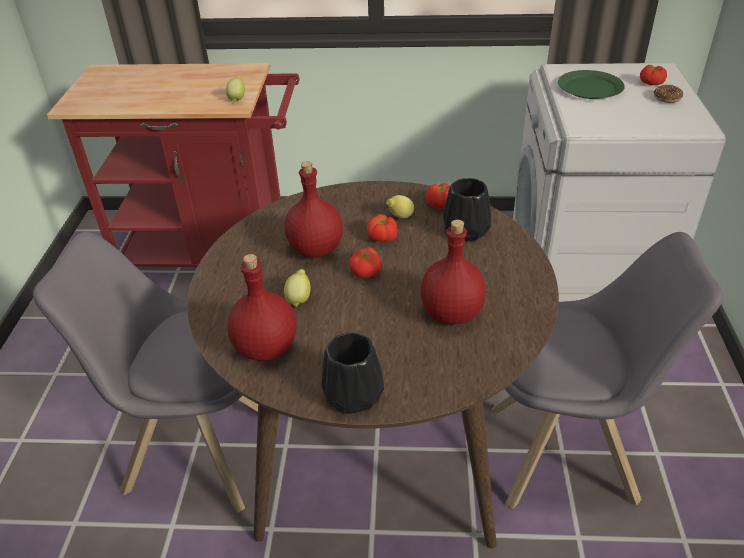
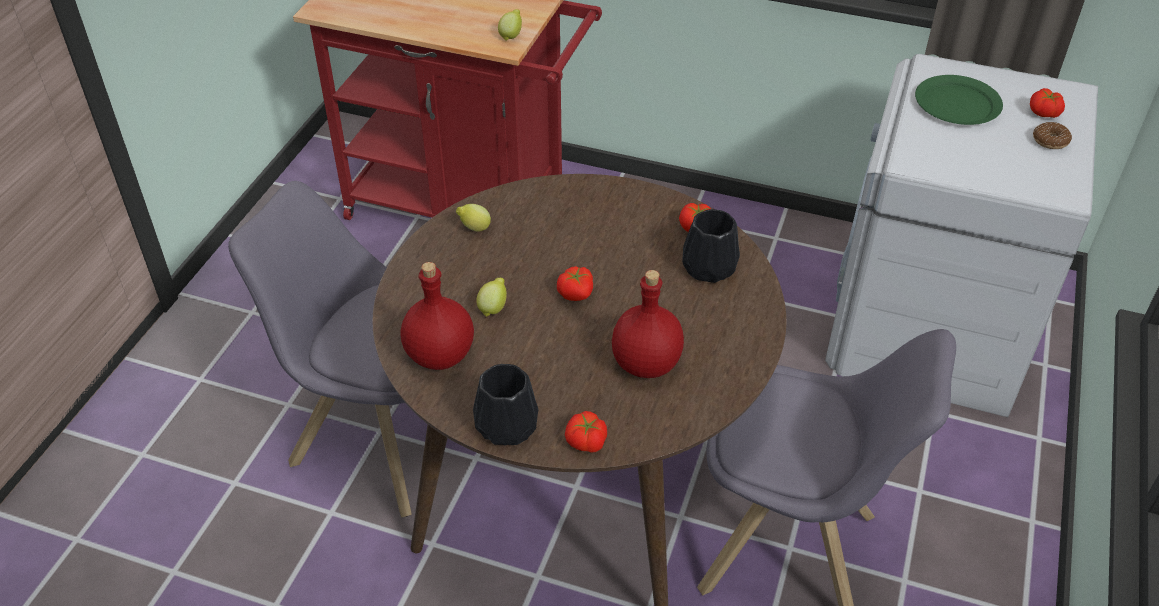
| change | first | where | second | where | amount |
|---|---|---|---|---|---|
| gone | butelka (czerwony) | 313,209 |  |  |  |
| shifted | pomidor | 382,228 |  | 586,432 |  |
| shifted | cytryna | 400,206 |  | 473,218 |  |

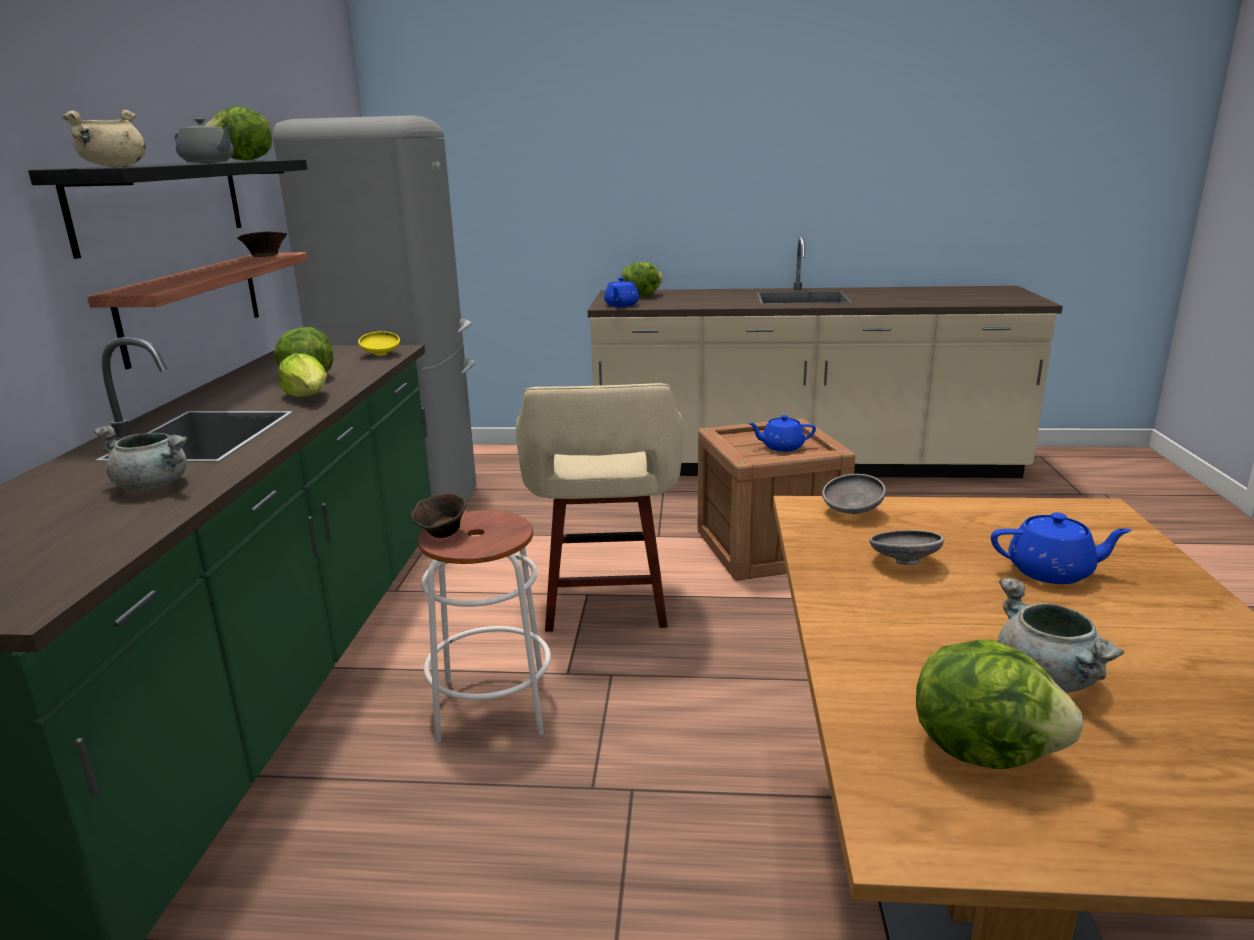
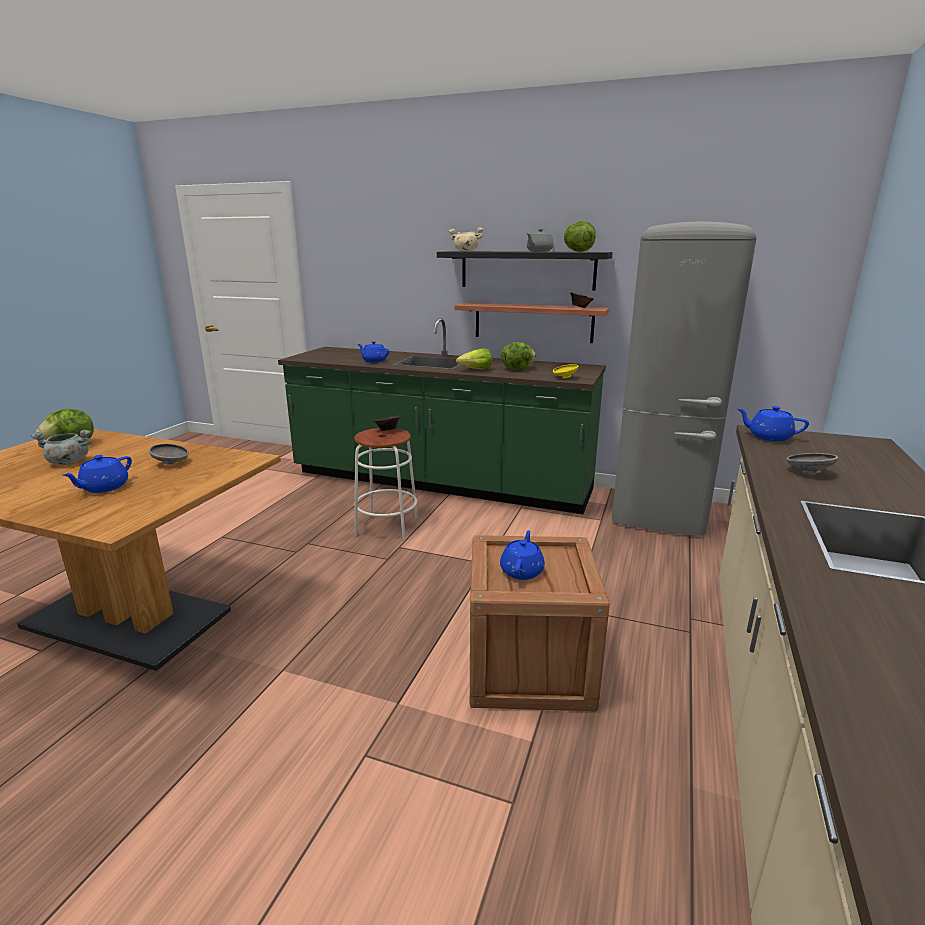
| change | first | where | second | where | amount |
|---|---|---|---|---|---|
| gone | stołek (beżowy) | 599,507 |  |  |  |
| gone | sałata | 642,279 |  |  |  |
| shifted | miska (szary) | 854,494 |  | 812,463 |  |
| swapped | garnek (szary) | 141,458 | imbryk (niebieski) | 373,351 |  |

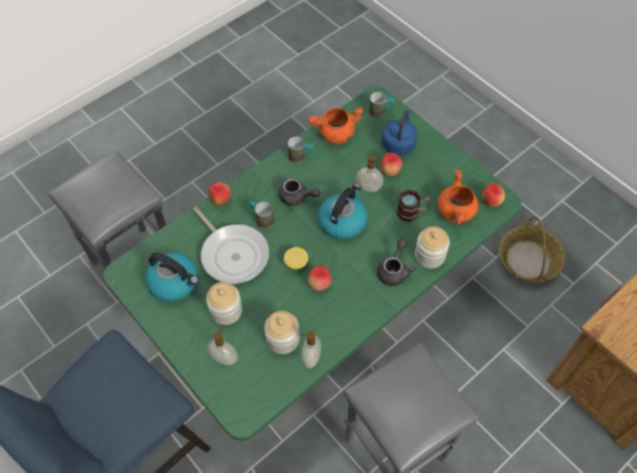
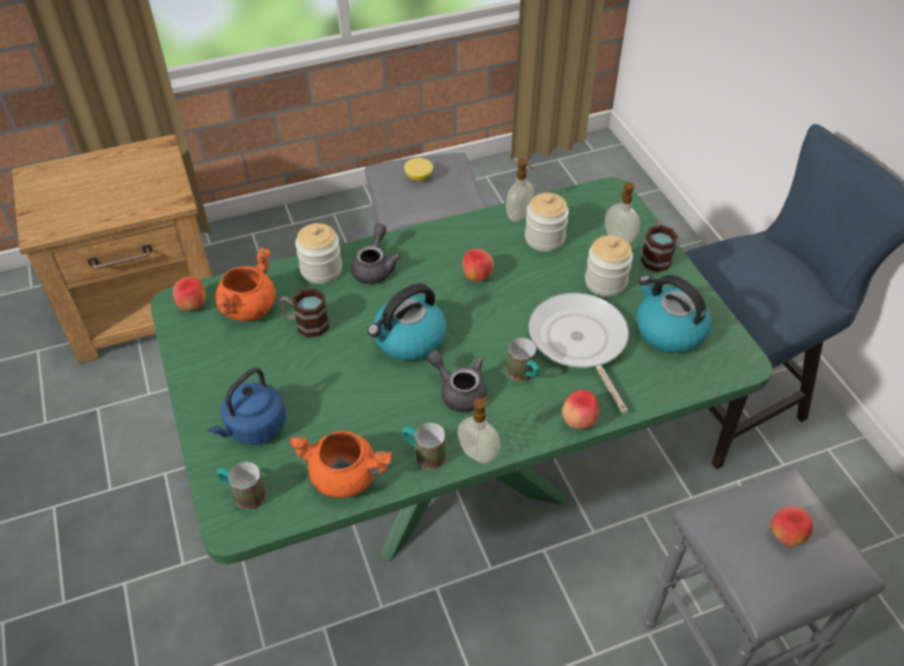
| change | first | where | second | where | amount |
|---|---|---|---|---|---|
| gone | koszyk | 532,249 |  |  |  |
| new |  |  | kubek | 659,246 |  |
| shifted | cytryna | 296,258 |  | 418,169 |  |
| shifted | dozownik mydła | 369,173 |  | 478,429 |  |
| shifted | jabłko | 391,164 |  | 791,526 |  |
| rotated | imbryk (szary) | 396,262 |  | 376,254 | 150 degrees clockwise |

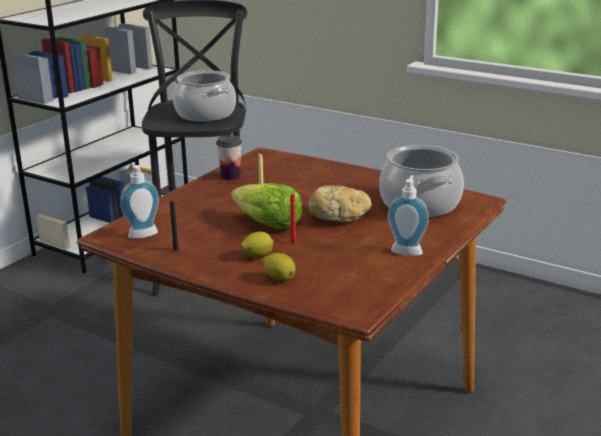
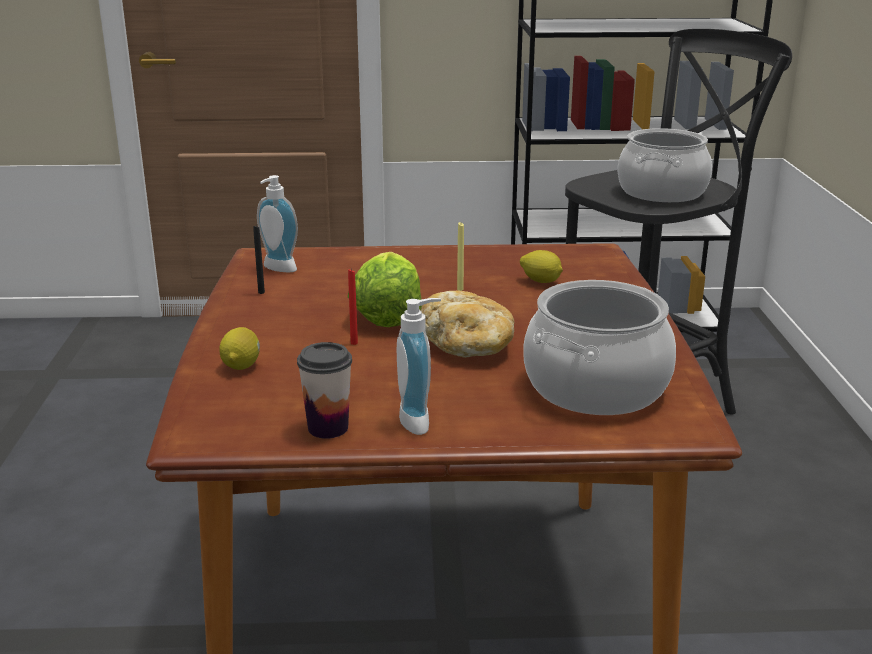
| change | first | where | second | where | amount |
|---|---|---|---|---|---|
| shifted | filiżanka | 229,157 |  | 324,390 |  |
| shifted | cytryna | 257,244 |  | 541,266 |  |

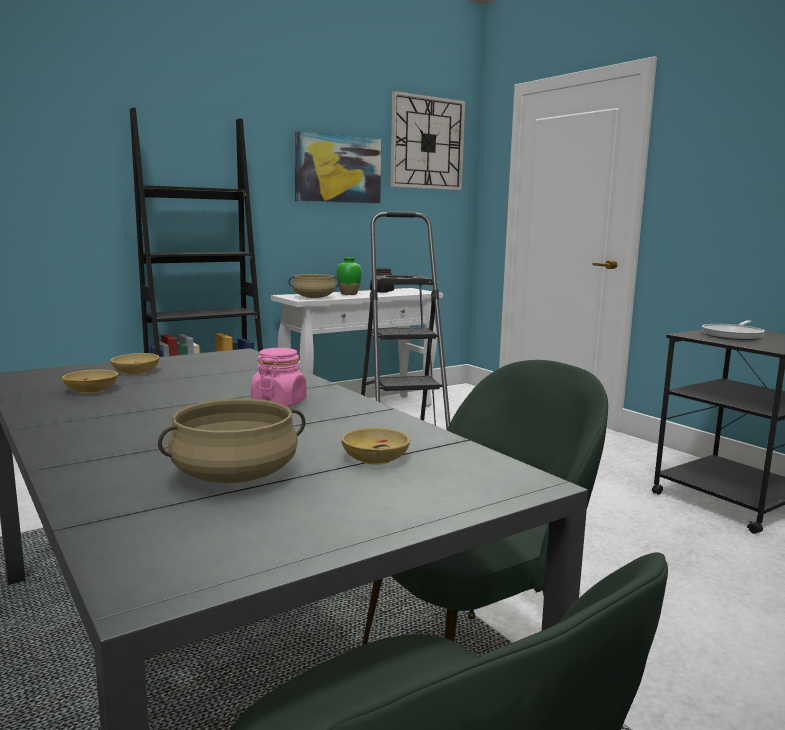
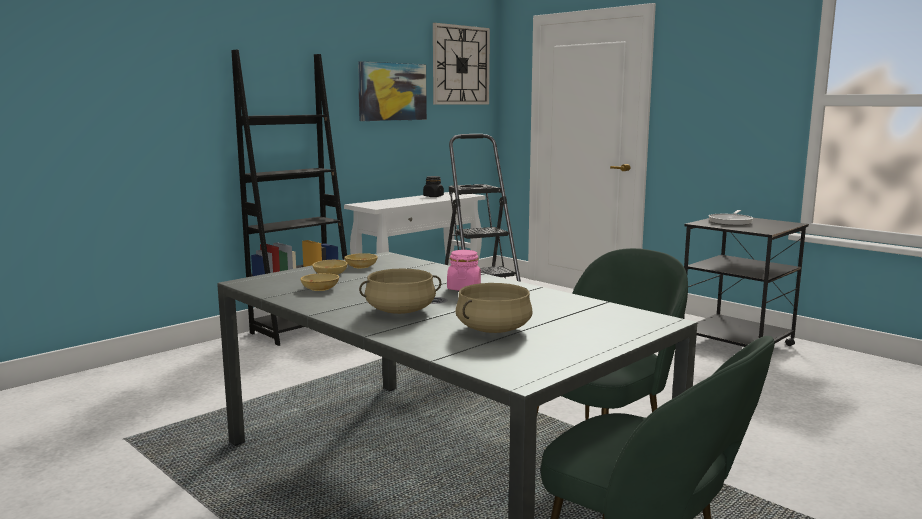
| change | first | where | second | where | amount |
|---|---|---|---|---|---|
| gone | wazon (zielony) | 349,276 |  |  |  |
| shifted | garnek (beżowy) | 314,286 |  | 400,291 |  |
| shifted | miska (beżowy) | 375,446 |  | 361,260 |  |

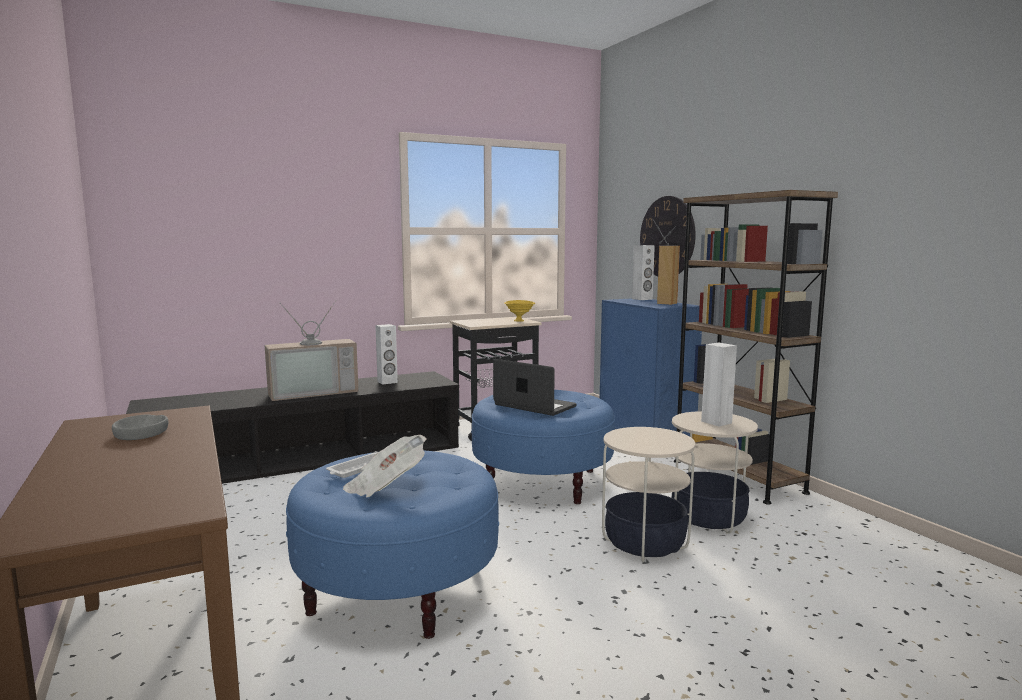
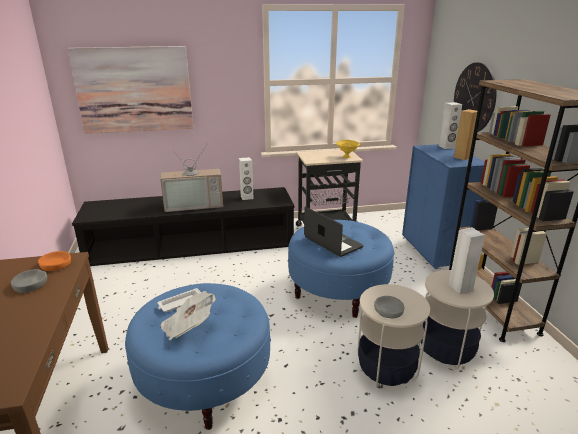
| change | first | where | second | where | amount |
|---|---|---|---|---|---|
| new |  |  | miska (pomarańczowy) | 54,261 |  |
| new |  |  | obraz | 130,90 |  |
| new |  |  | miska (szary) | 389,307 |  |

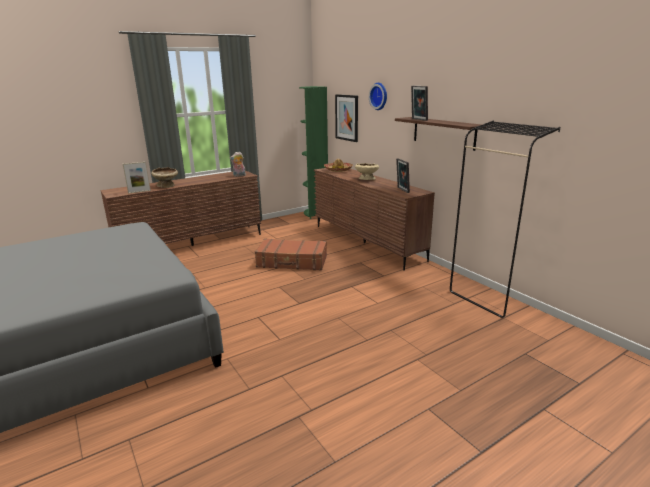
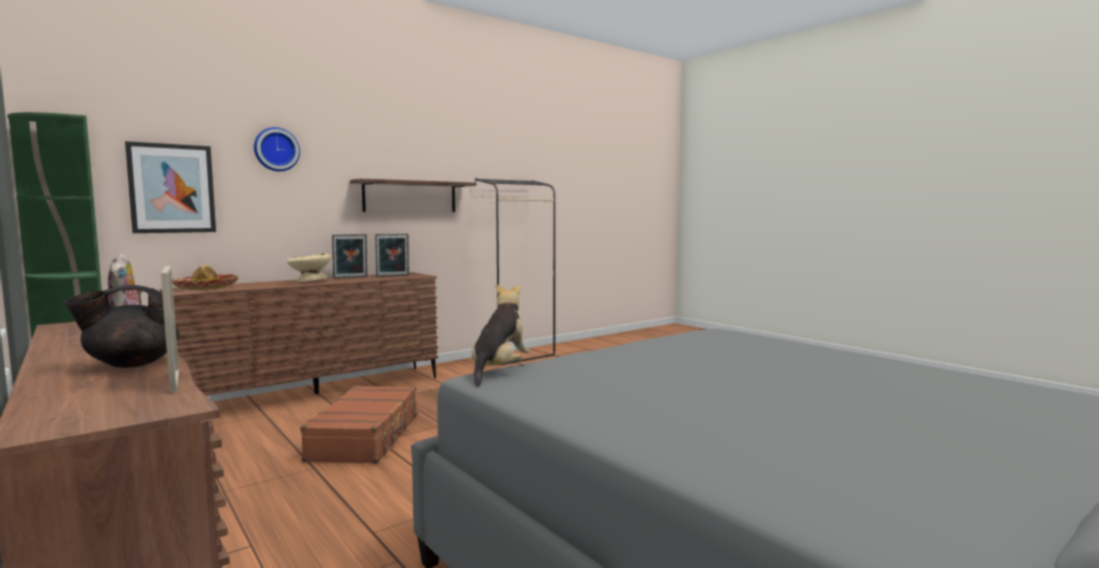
| change | first | where | second | where | amount |
|---|---|---|---|---|---|
| new |  |  | pluszak | 501,335 |  |
| shifted | ramka na zdjęcie | 419,103 |  | 349,256 |  |
| swapped | miska (beżowy) | 164,177 | imbryk (czarny) | 122,326 |  |

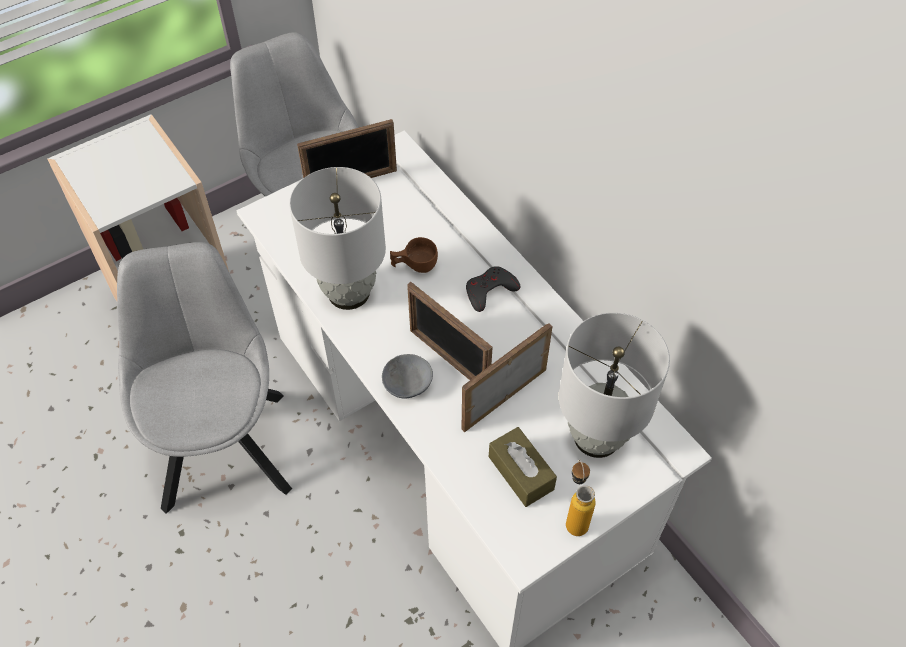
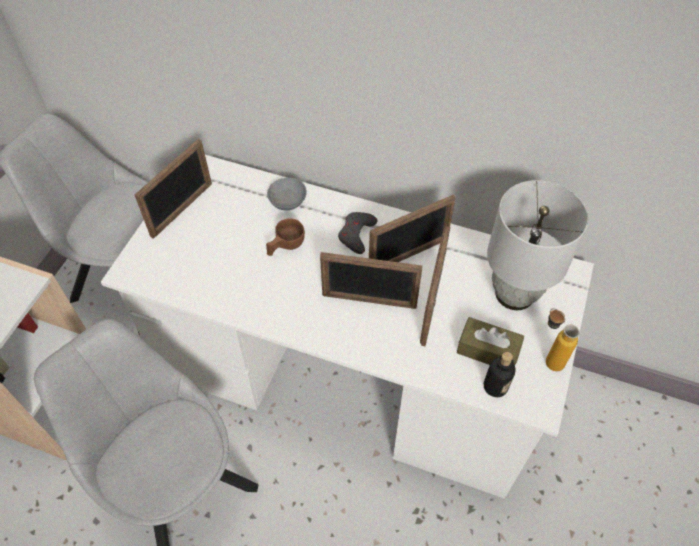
| change | first | where | second | where | amount |
|---|---|---|---|---|---|
| gone | lampa stołowa (biały) | 337,238 |  |  |  |
| new |  |  | ramka na zdjęcie | 412,228 |  |
| new |  |  | butelka | 500,374 |  |
| shifted | miska (szary) | 407,376 |  | 287,194 |  |

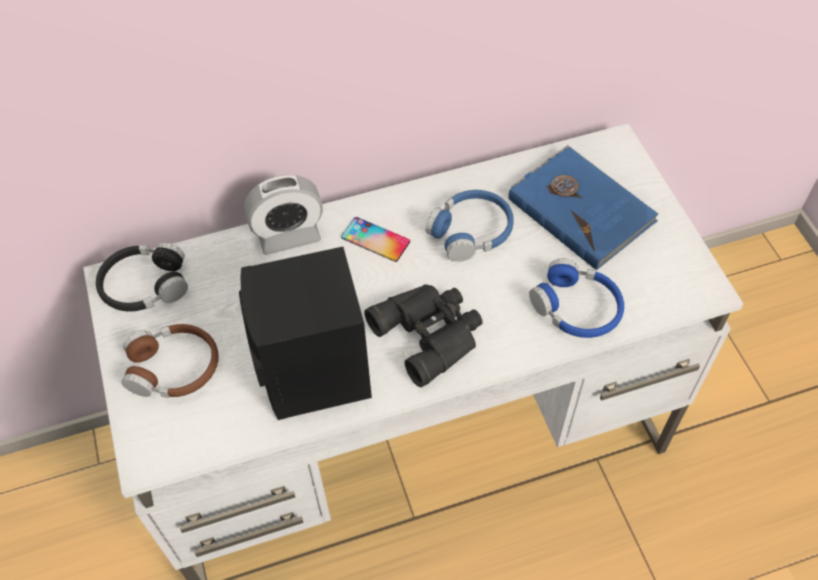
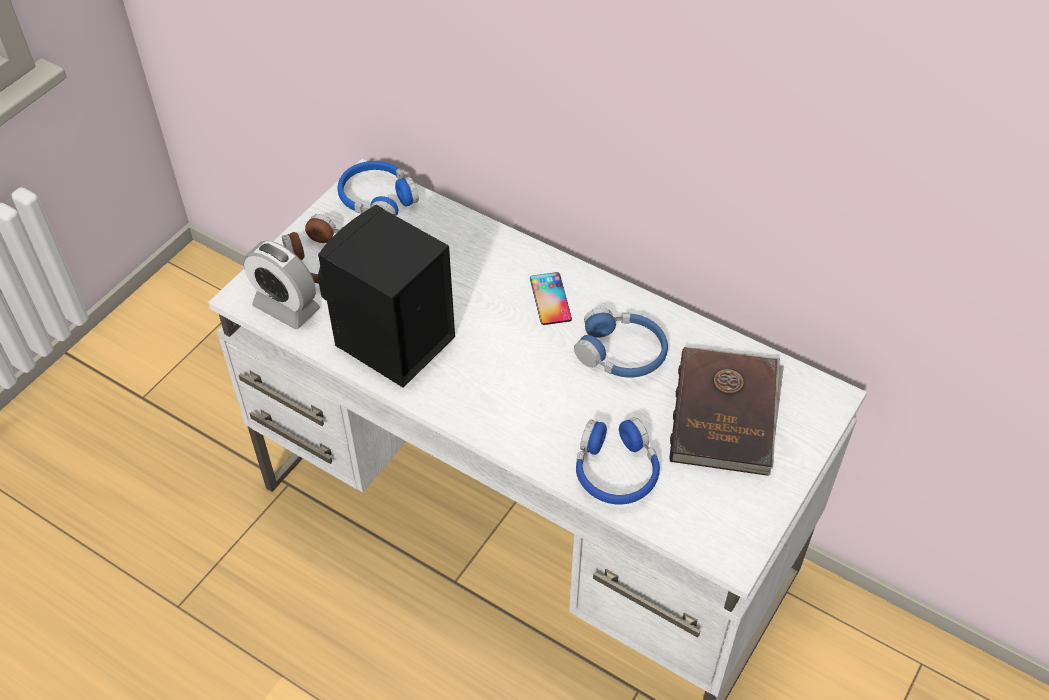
| change | first | where | second | where | amount |
|---|---|---|---|---|---|
| gone | lornetka (czarny) | 423,335 |  |  |  |
| shifted | budzik | 283,215 |  | 282,285 |  |
| repainted | słuchawki (czarny) | 142,276 | słuchawki (niebieski) | 378,188 |  |
| repainted | książka (niebieski) | 583,207 | książka (brązowy) | 727,411 |  |

